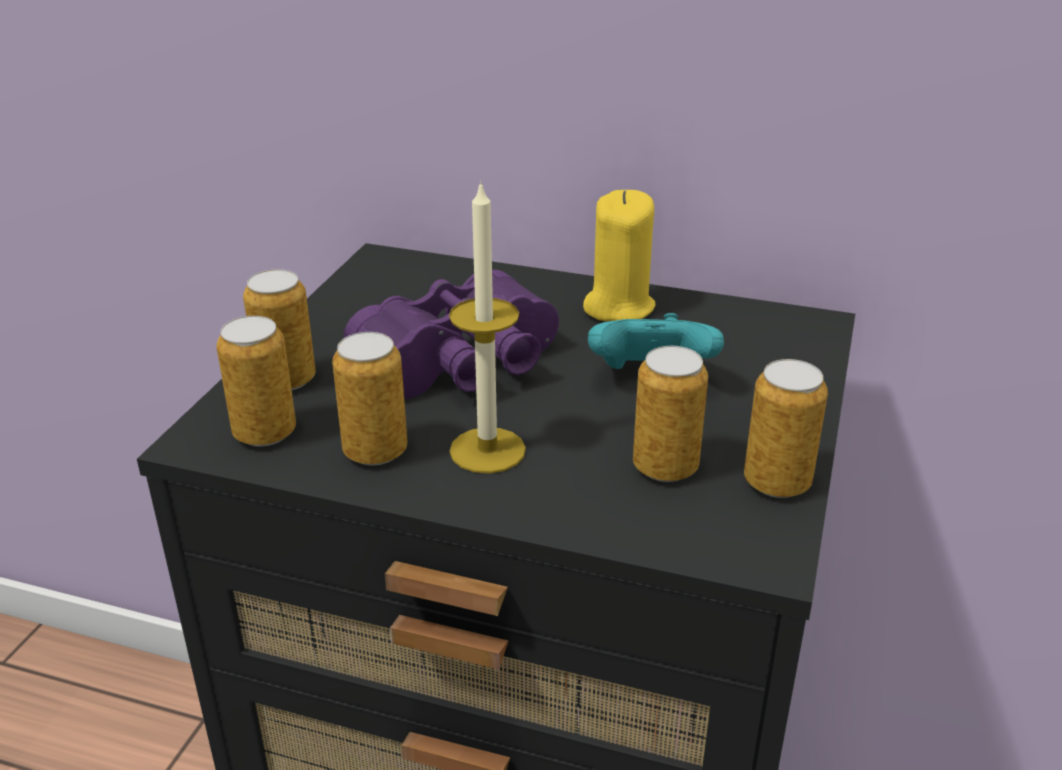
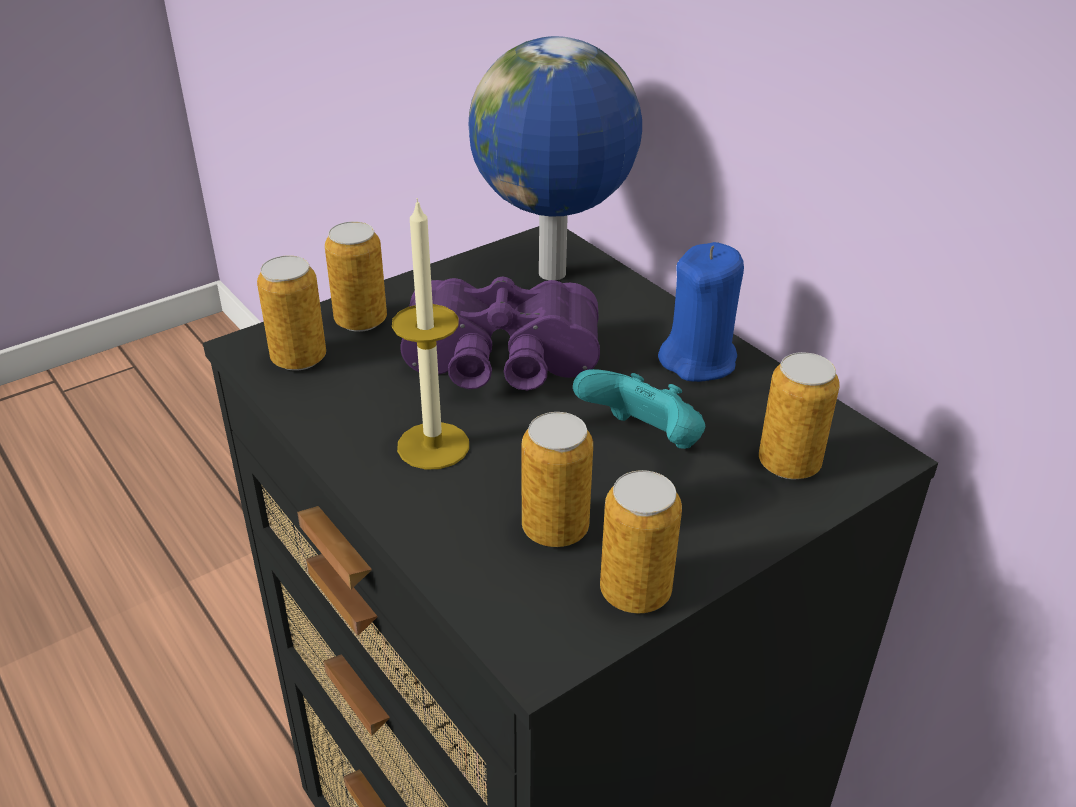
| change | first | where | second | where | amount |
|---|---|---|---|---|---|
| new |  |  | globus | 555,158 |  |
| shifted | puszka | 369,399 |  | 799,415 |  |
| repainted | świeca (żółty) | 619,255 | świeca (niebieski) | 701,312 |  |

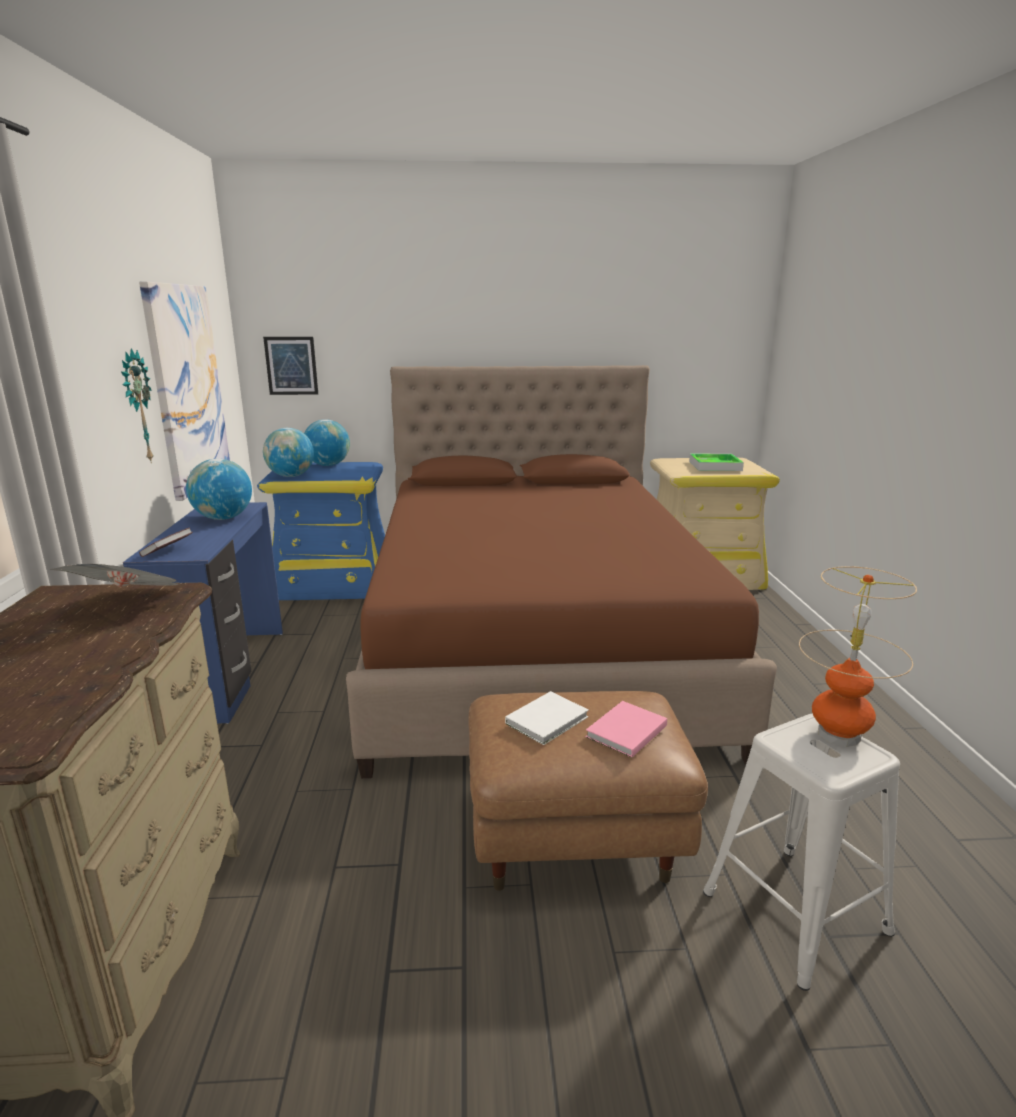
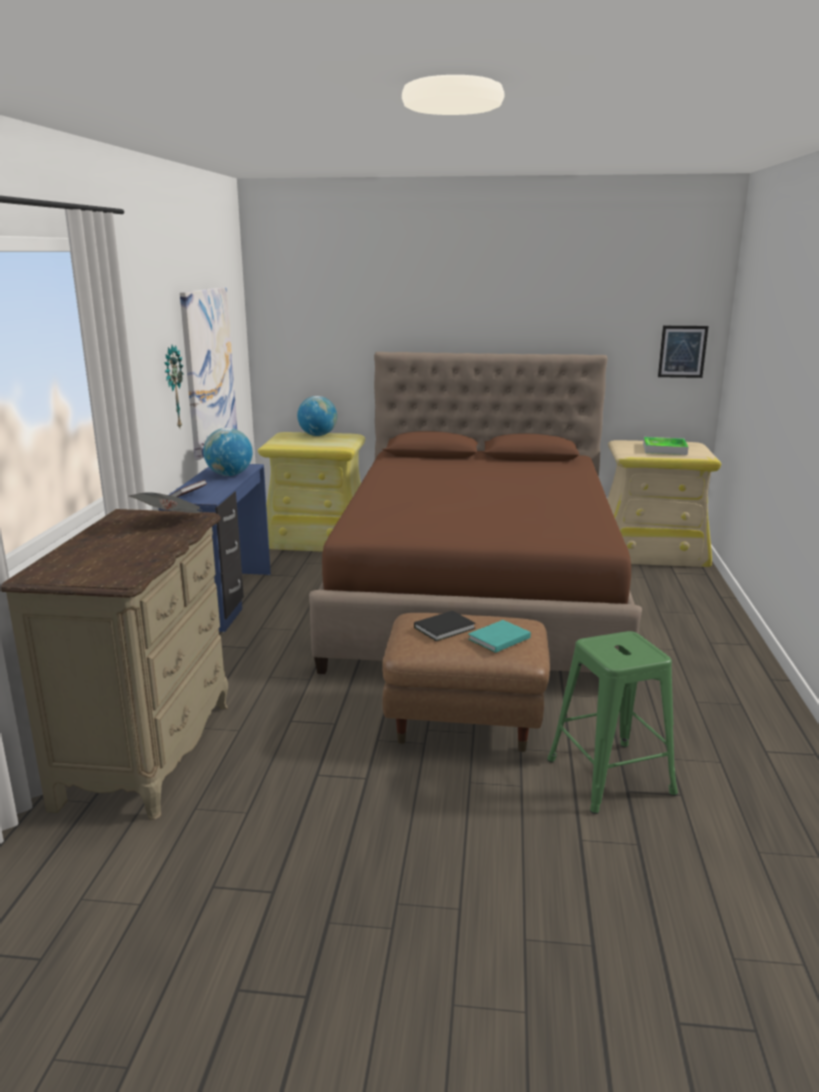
| change | first | where | second | where | amount |
|---|---|---|---|---|---|
| gone | globus | 288,452 |  |  |  |
| gone | lampa stołowa | 858,656 |  |  |  |
| shifted | obraz | 290,366 |  | 683,352 |  |
| repainted | szafka nocna (niebieski) | 321,531 | szafka nocna (żółty) | 311,492 |  |
| repainted | książka (biały) | 547,718 | książka (czarny) | 445,626 |  |
| repainted | książka (różowy) | 626,729 | książka (turkusowy) | 499,636 |  |
| repainted | stołek (biały) | 801,852 | stołek (zielony) | 612,722 |  |

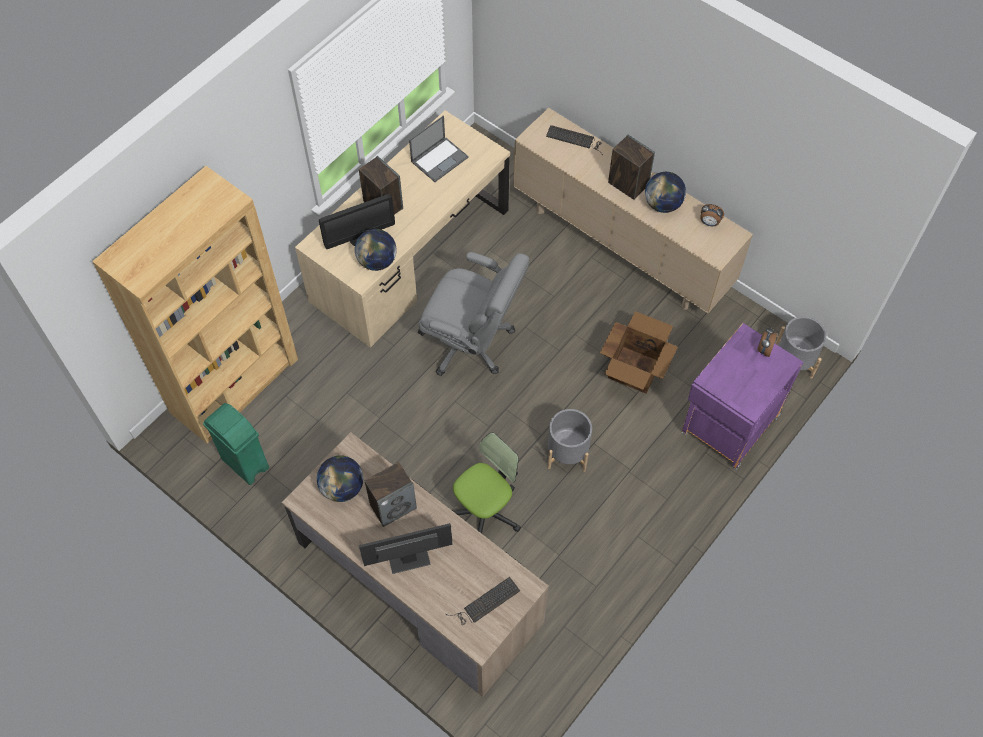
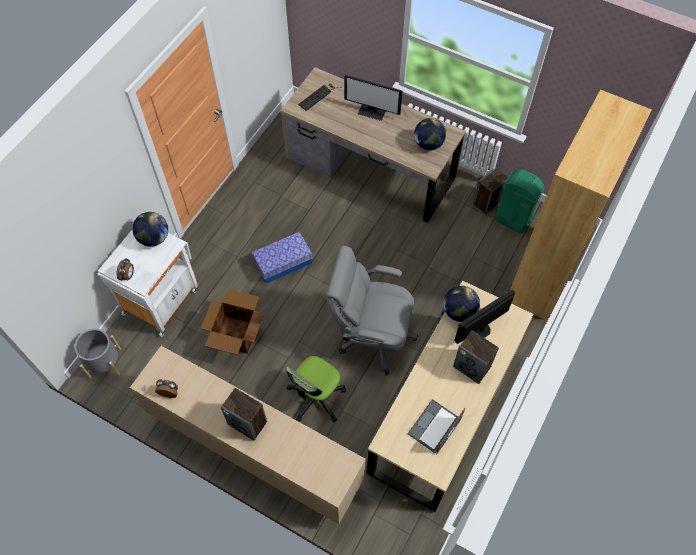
| change | first | where | second | where | amount |
|---|---|---|---|---|---|
| gone | klawiatura | 574,140 |  |  |  |
| shifted | głośnik | 391,494 |  | 490,191 |  |
| shifted | krzesło biurowe | 487,483 |  | 316,389 |  |
| shifted | globus | 665,192 |  | 150,229 |  |
| swapped | donica (szary) | 569,440 | pojemnik do przechowywania | 282,257 |  |
| repainted | wózek (fioletowy) | 743,397 | wózek (biały) | 147,283 |  |
| rotated | monitor | 406,548 |  | 373,98 | 45 degrees clockwise |

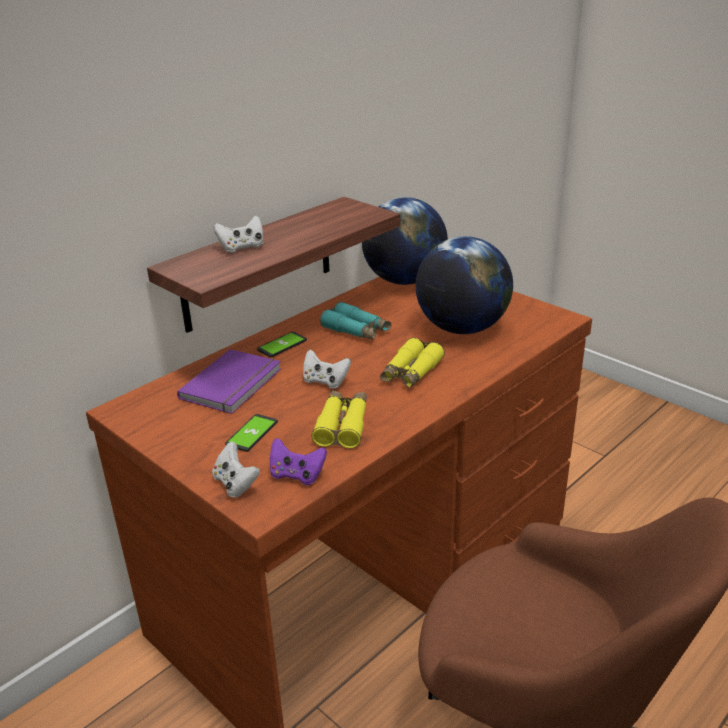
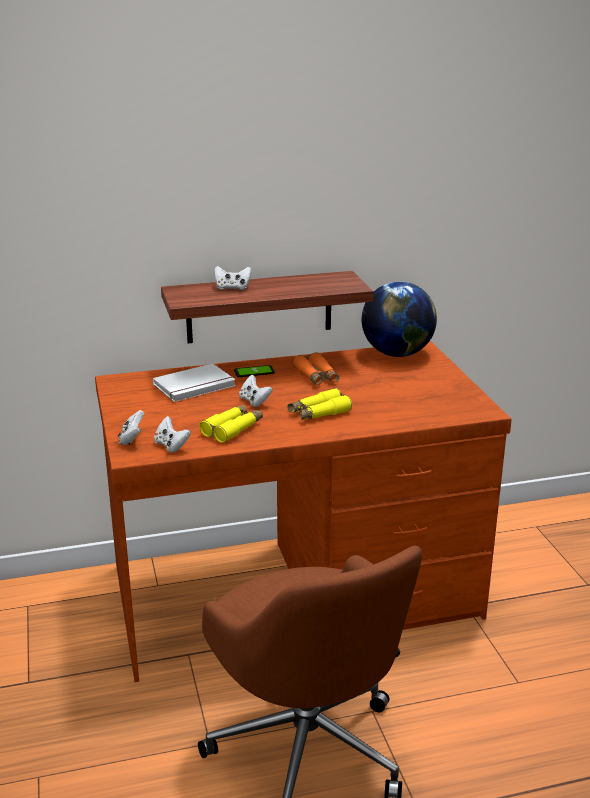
| change | first | where | second | where | amount |
|---|---|---|---|---|---|
| gone | telefon | 251,433 |  |  |  |
| gone | globus | 464,285 |  |  |  |
| repainted | książka (fioletowy) | 229,381 | książka (biały) | 194,382 |  |
| repainted | pad do gier (fioletowy) | 298,461 | pad do gier (biały) | 172,434 |  |
| repainted | lornetka (turkusowy) | 355,321 | lornetka (pomarańczowy) | 315,368 |  |

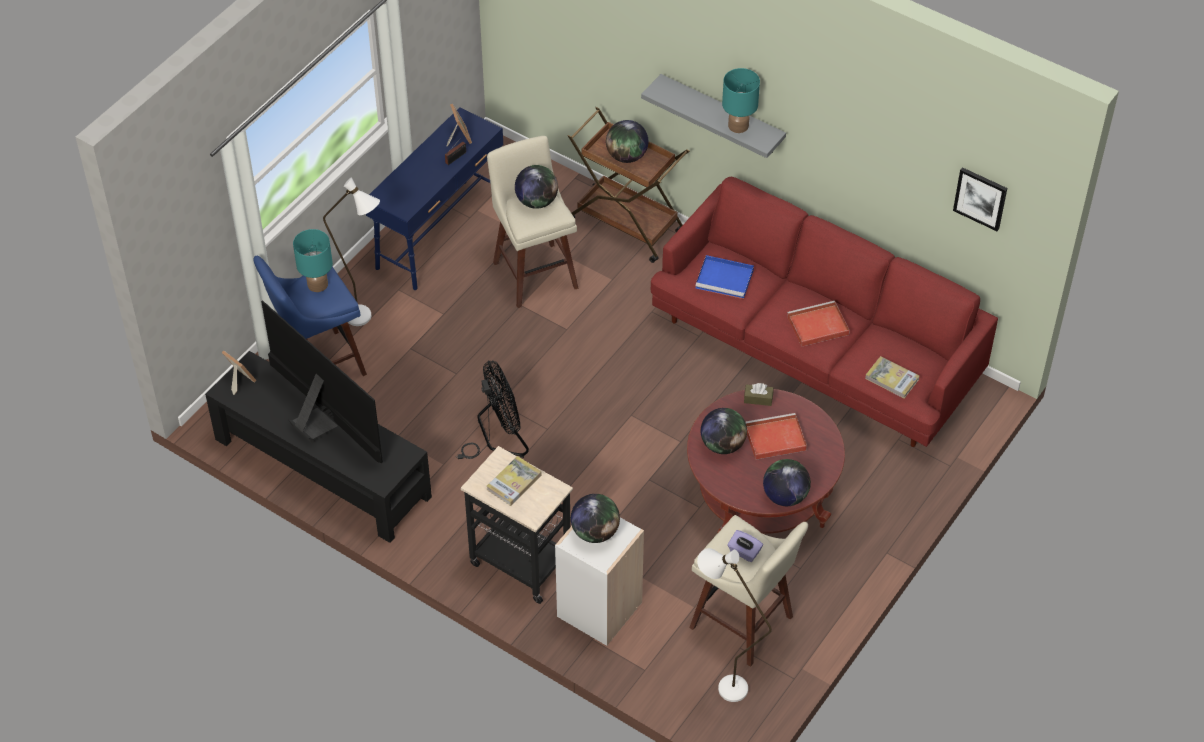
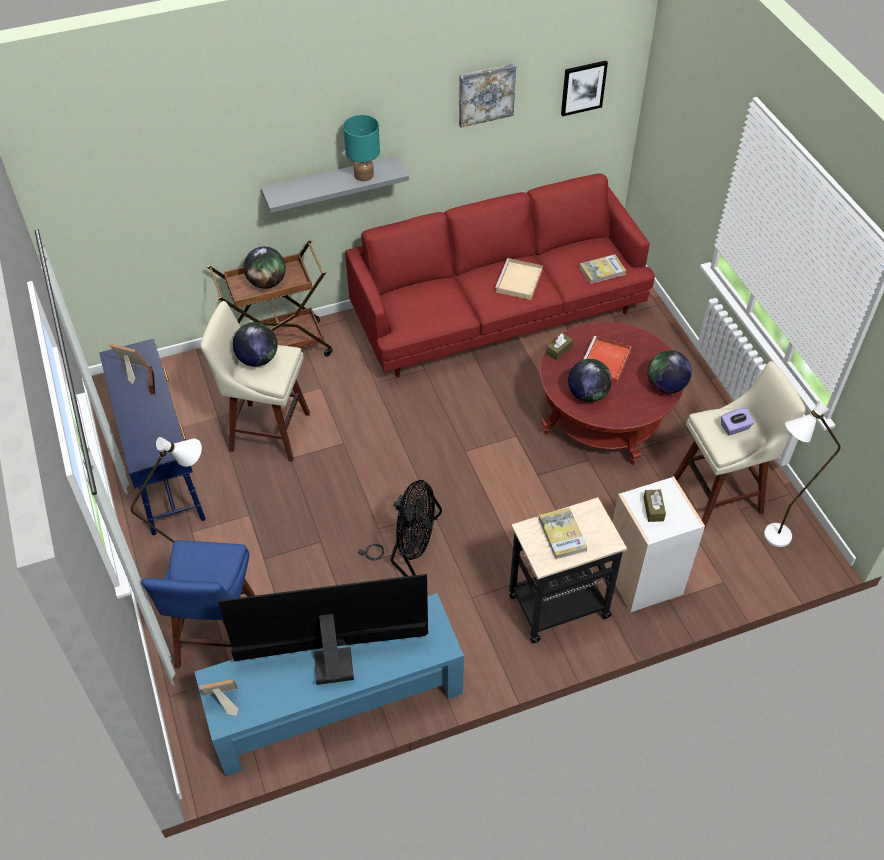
| change | first | where | second | where | amount |
|---|---|---|---|---|---|
| gone | lampa stołowa (turkusowy) | 313,260 |  |  |  |
| gone | taca (niebieski) | 725,277 |  |  |  |
| new |  |  | obraz | 487,95 |  |
| swapped | globus | 595,518 | pudełko chusteczek (brązowy) | 654,506 |  |
| repainted | szafka pod telewizor (czarny) | 318,447 | szafka pod telewizor (niebieski) | 329,684 |  |
| repainted | taca (czerwony) | 818,324 | taca (beżowy) | 519,279 |  |
| rotated | wentylator (czarny) | 492,409 |  | 400,528 | 90 degrees clockwise |

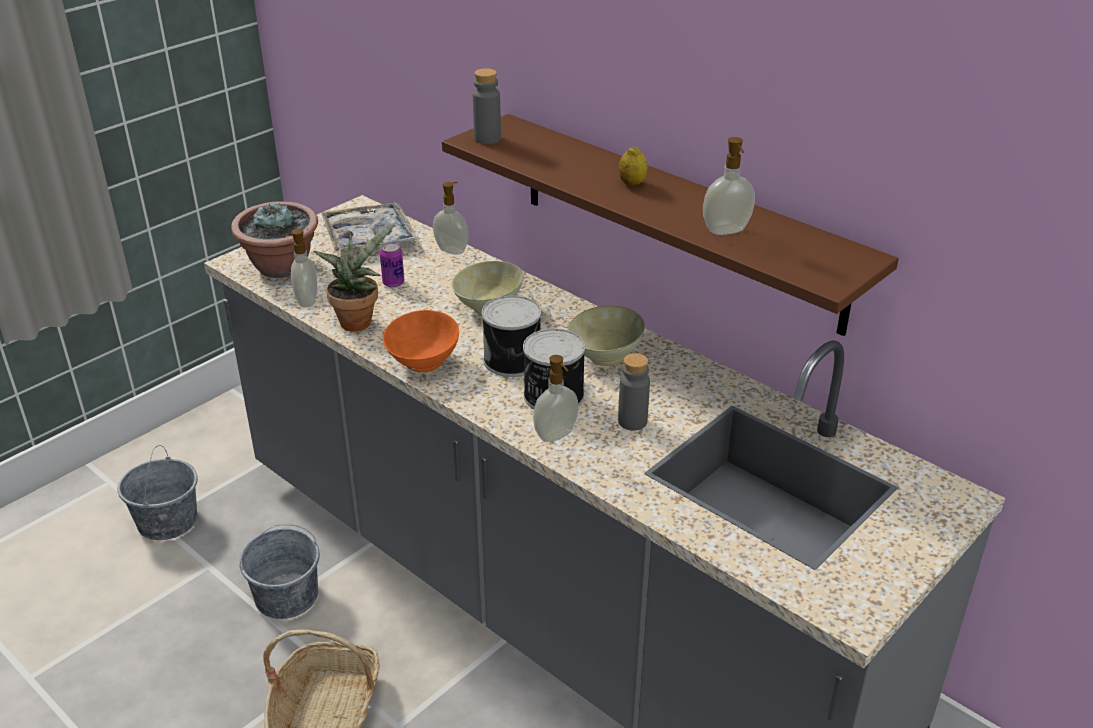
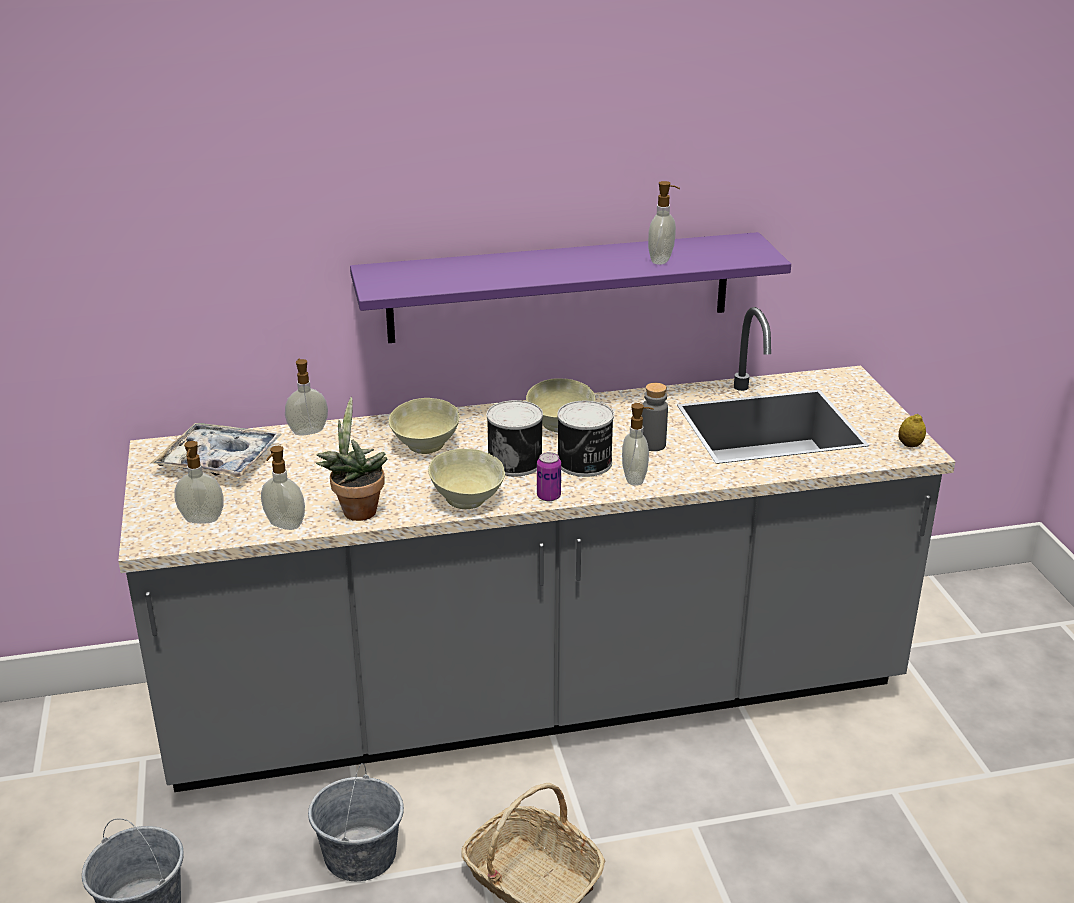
| change | first | where | second | where | amount |
|---|---|---|---|---|---|
| gone | butelka (szary) | 487,106 |  |  |  |
| shifted | puszka | 392,265 |  | 549,476 |  |
| shifted | cytryna | 633,166 |  | 912,430 |  |
| swapped | roślina doniczkowa | 274,239 | dozownik mydła | 199,482 |  |
| repainted | miska (pomarańczowy) | 421,341 | miska (beżowy) | 466,479 |  |
| repainted | półka (brązowy) | 670,225 | półka (fioletowy) | 570,287 |  |

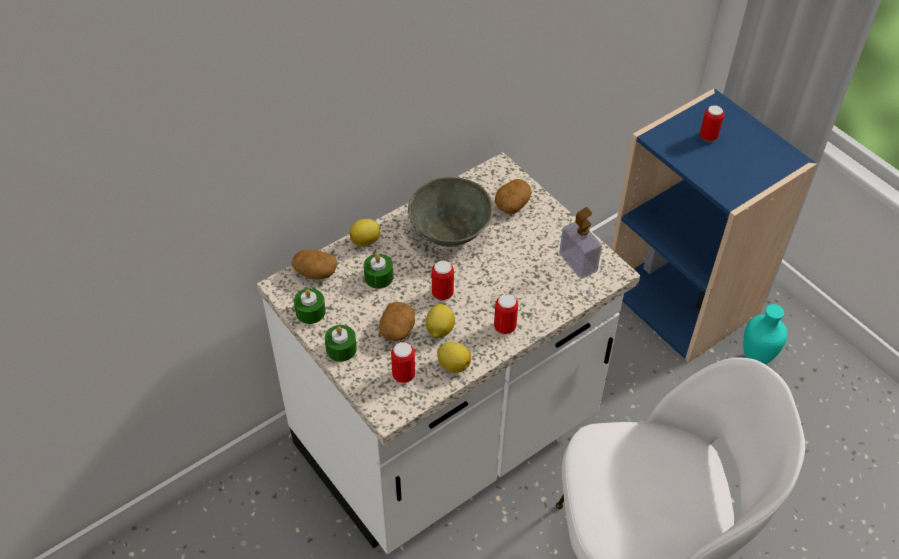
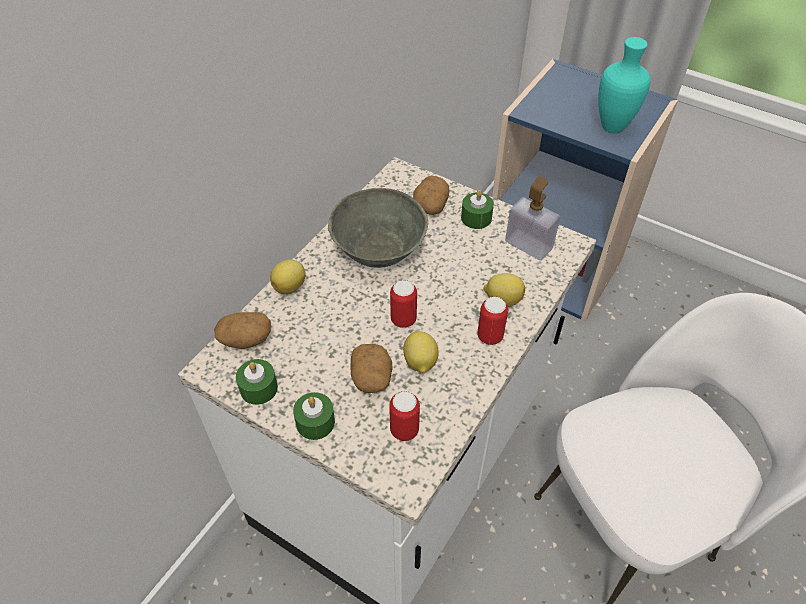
| change | first | where | second | where | amount |
|---|---|---|---|---|---|
| gone | puszka | 712,123 |  |  |  |
| shifted | świeca (zielony) | 378,271 |  | 477,209 |  |
| shifted | cytryna | 454,357 |  | 504,290 |  |
| shifted | wazon (turkusowy) | 765,334 |  | 624,85 |  |

